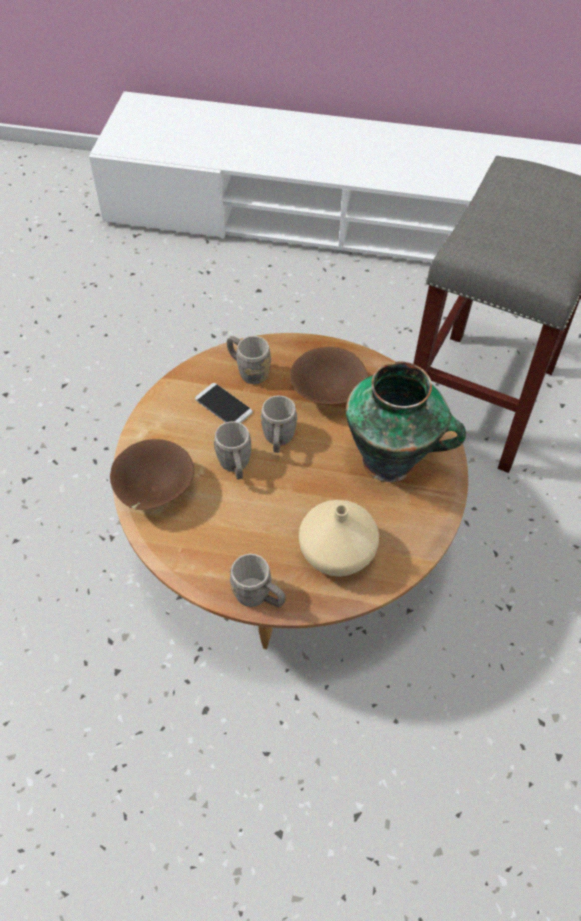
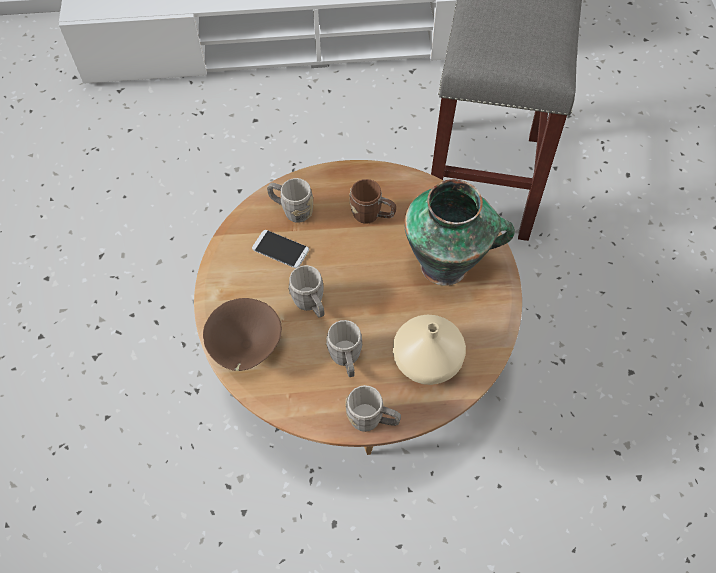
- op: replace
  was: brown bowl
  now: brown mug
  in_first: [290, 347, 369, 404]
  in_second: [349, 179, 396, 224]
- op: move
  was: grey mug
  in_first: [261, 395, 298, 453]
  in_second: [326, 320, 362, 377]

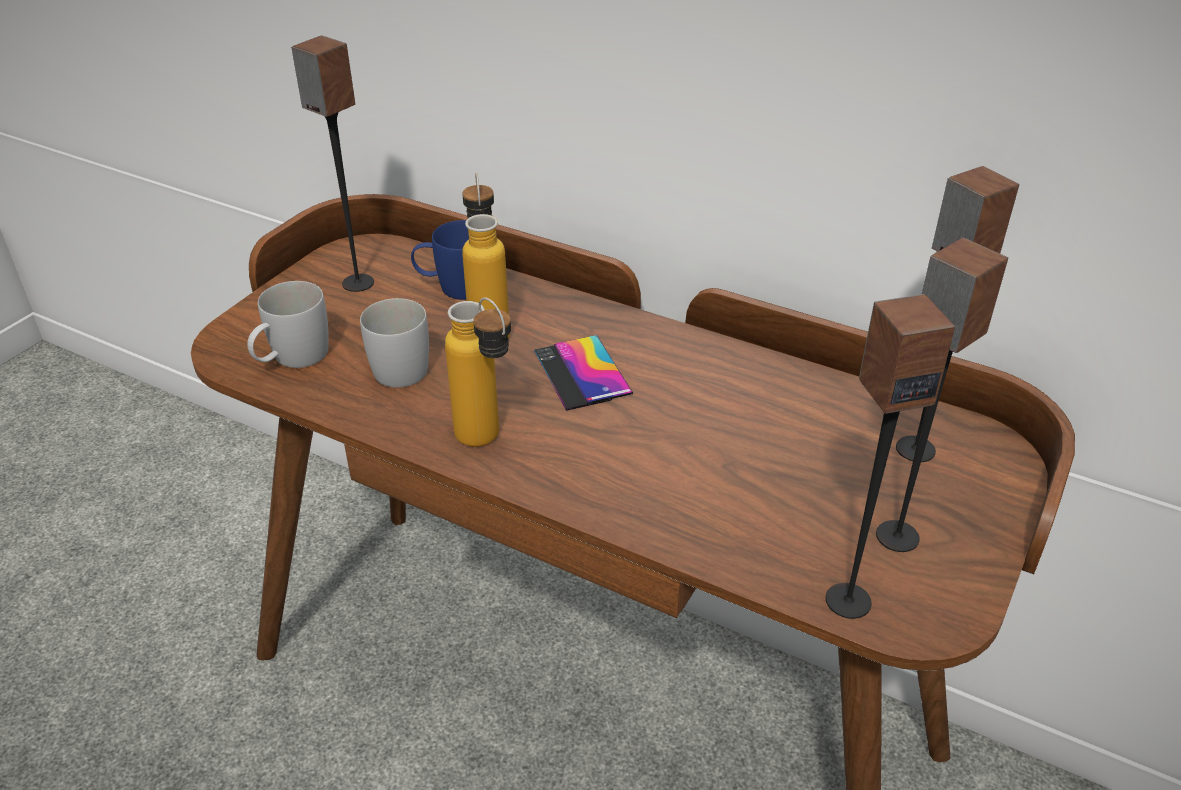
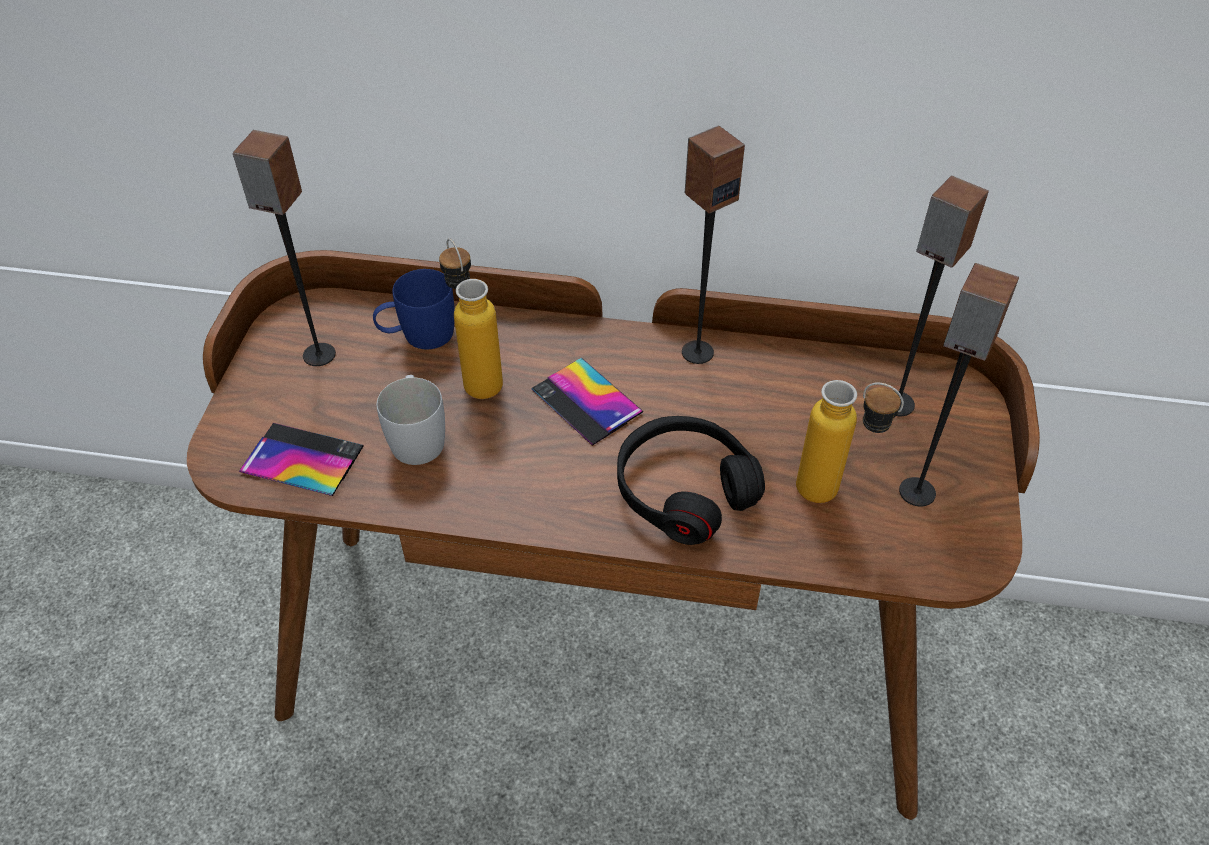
- op: replace
  was: white mug
  now: phone
  in_first: [247, 281, 329, 368]
  in_second: [239, 423, 364, 496]
- op: move
  was: speaker
  in_first: [826, 294, 955, 619]
  in_second: [682, 126, 745, 364]
- op: move
  was: bottle
  in_first: [445, 297, 511, 447]
  in_second: [796, 380, 904, 503]
- op: insert
  now: black headphones
  in_second: [617, 416, 765, 545]

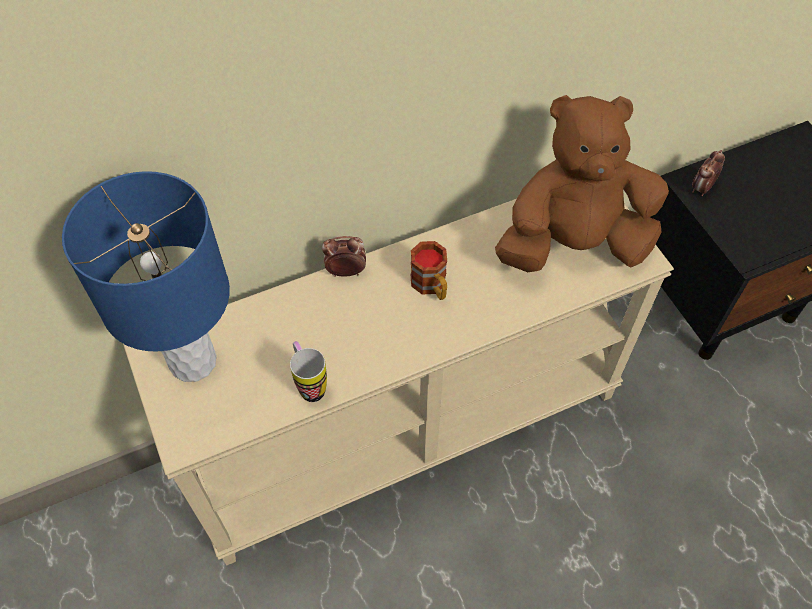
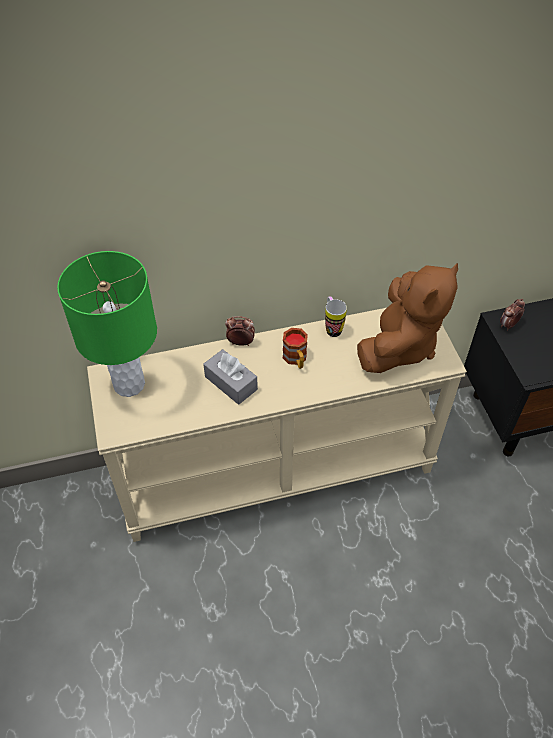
- op: rotate
  was: brown plush toy
  in_first: [495, 95, 669, 272]
  in_second: [357, 263, 458, 373]
  clockwise: 120
- op: recolor
  was: blue table lamp
  now: green table lamp
  in_first: [62, 171, 230, 382]
  in_second: [57, 251, 157, 397]
- op: move
  was: mug
  in_first: [290, 341, 327, 402]
  in_second: [325, 296, 347, 337]
- op: insert
  now: grey tissue box
  in_second: [203, 349, 258, 405]

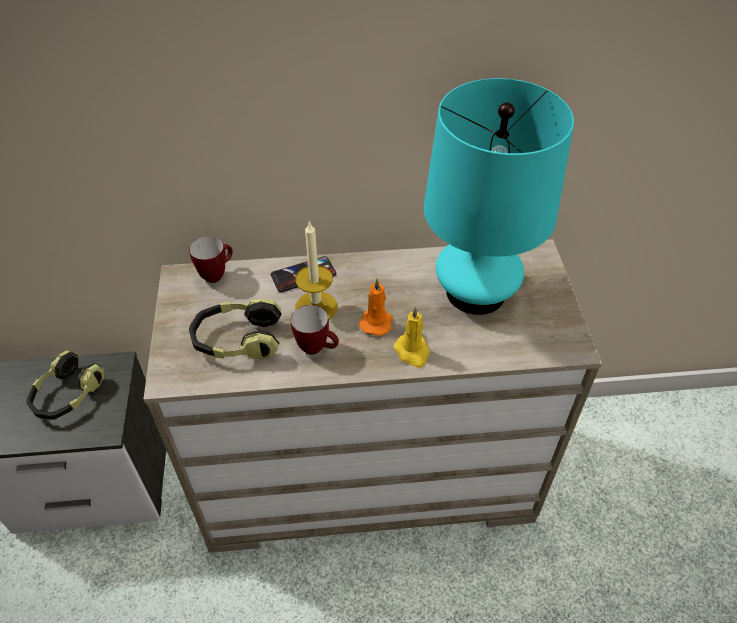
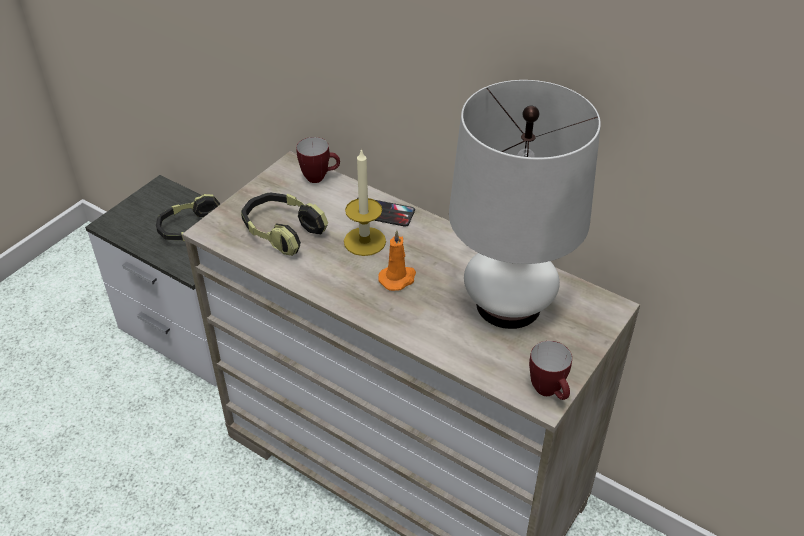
- op: recolor
  was: turquoise table lamp
  now: white table lamp
  in_first: [424, 78, 574, 315]
  in_second: [449, 80, 601, 329]
- op: move
  was: mug
  in_first: [291, 305, 339, 355]
  in_second: [529, 341, 572, 400]
- op: delete
  was: yellow candle
  in_first: [393, 306, 430, 368]

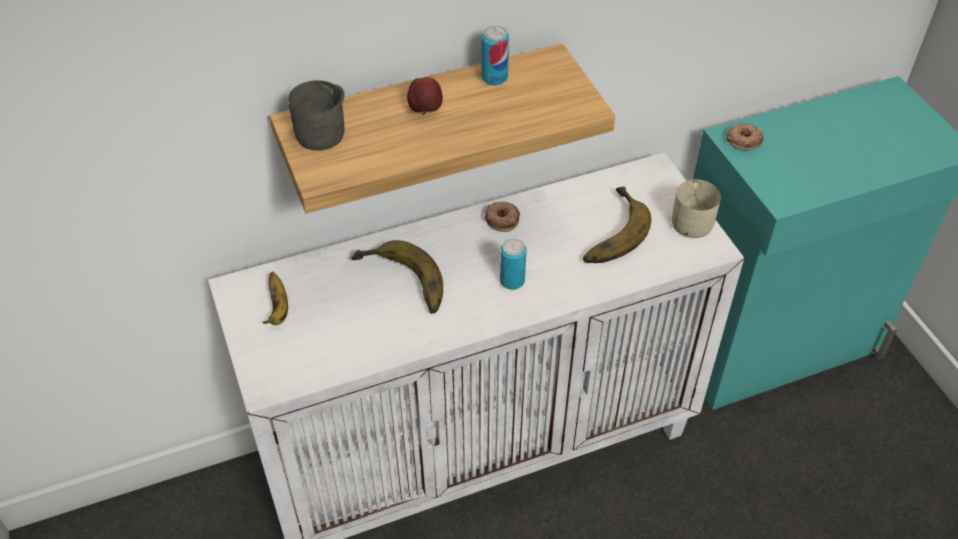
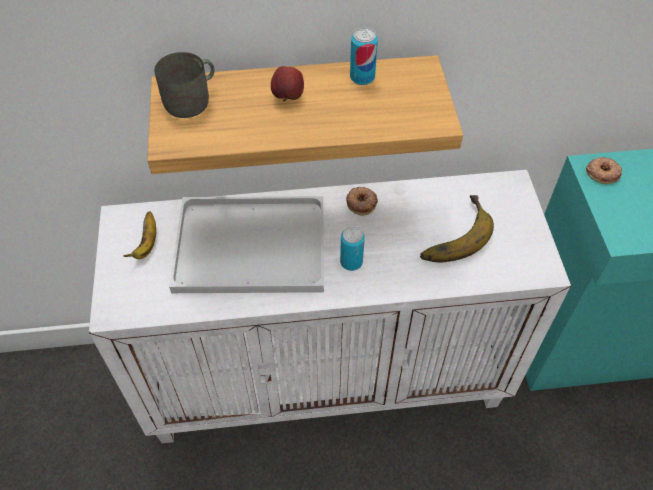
- op: delete
  was: beige mug
  in_first: [672, 179, 721, 238]
- op: replace
  was: banana
  now: white tray
  in_first: [351, 240, 443, 314]
  in_second: [169, 196, 324, 293]

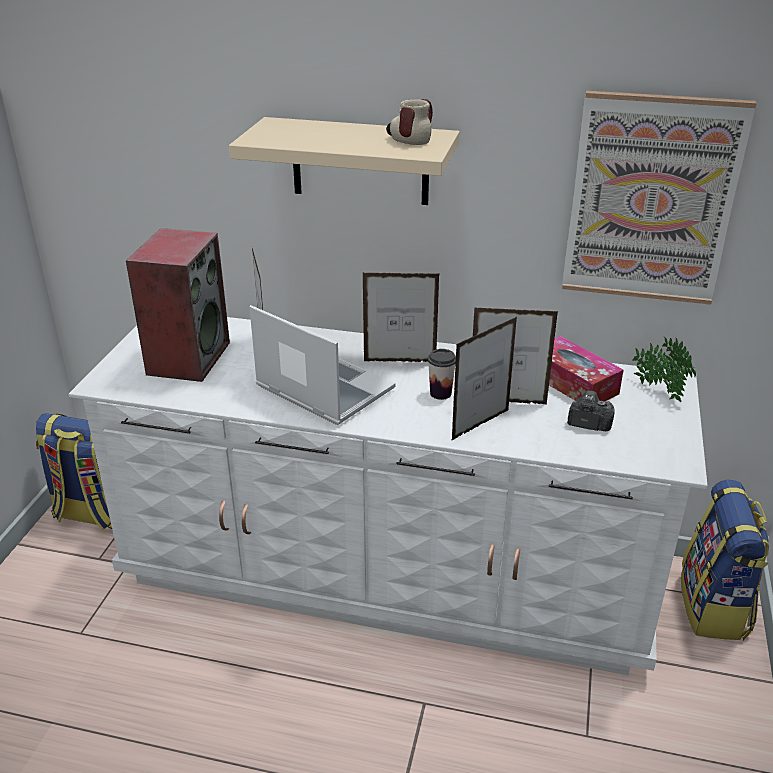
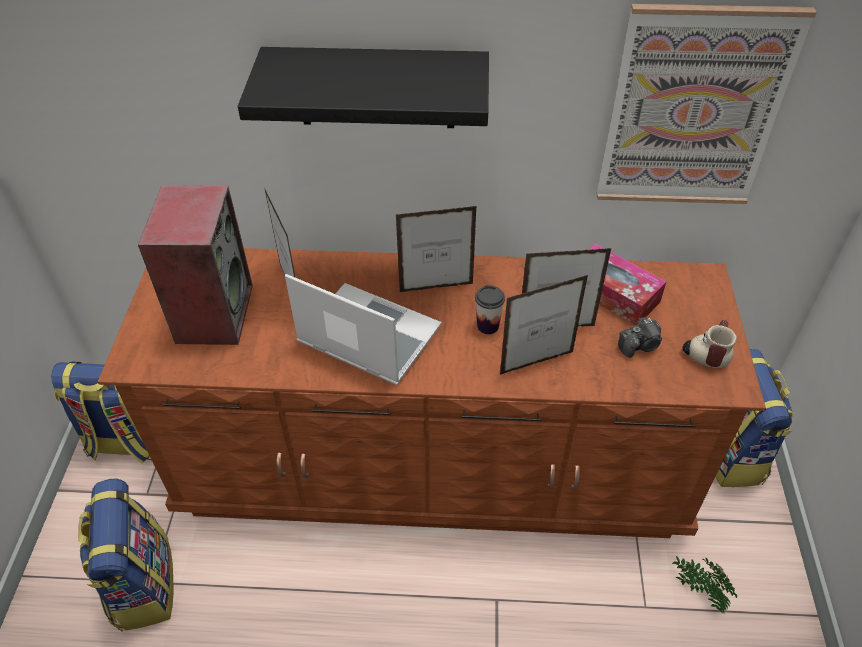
- op: move
  was: mug
  in_first: [386, 99, 433, 145]
  in_second: [683, 320, 737, 368]
- op: recolor
  was: beige shelf
  now: black shelf
  in_first: [229, 117, 460, 205]
  in_second: [238, 47, 489, 128]
- op: recolor
  was: white dresser
  now: brown dresser
  in_first: [68, 317, 708, 676]
  in_second: [98, 248, 766, 538]
- op: rotate
  was: picture frame
  in_first: [451, 317, 517, 441]
  in_second: [500, 275, 588, 375]
  clockwise: -150
- op: move
  was: potted plant
  in_first: [632, 337, 696, 402]
  in_second: [672, 556, 737, 614]
- op: rotate
  was: photo camera
  in_first: [567, 390, 615, 431]
  in_second: [618, 317, 662, 358]
  clockwise: 150
- op: insert
  now: backpack
  in_second: [78, 478, 174, 631]

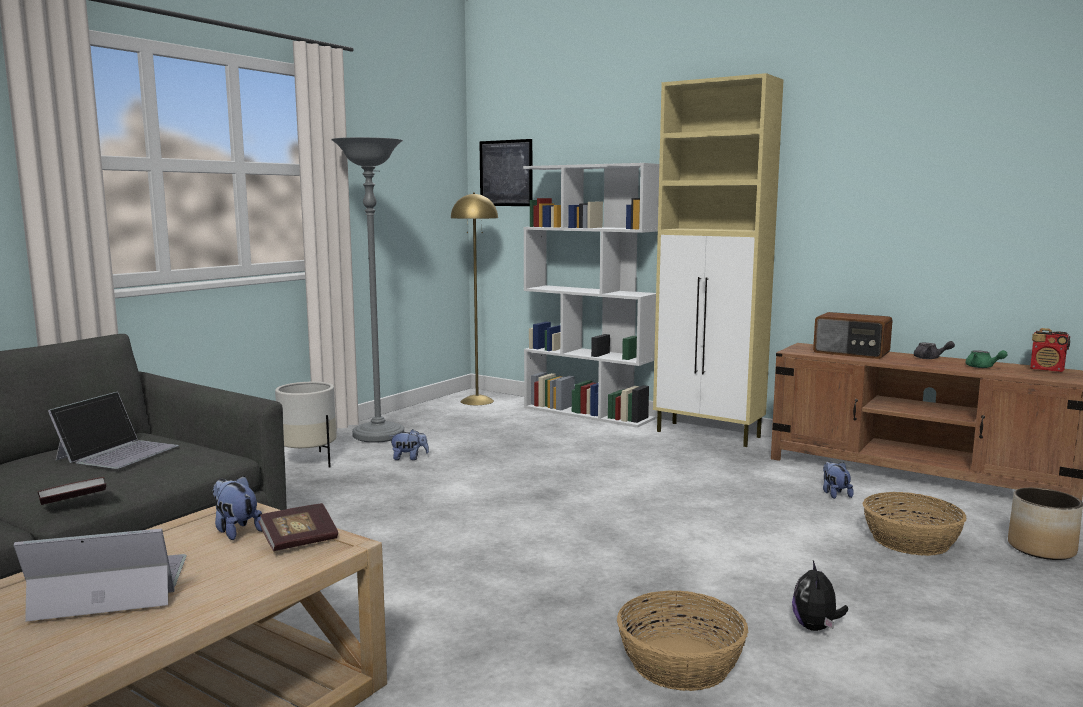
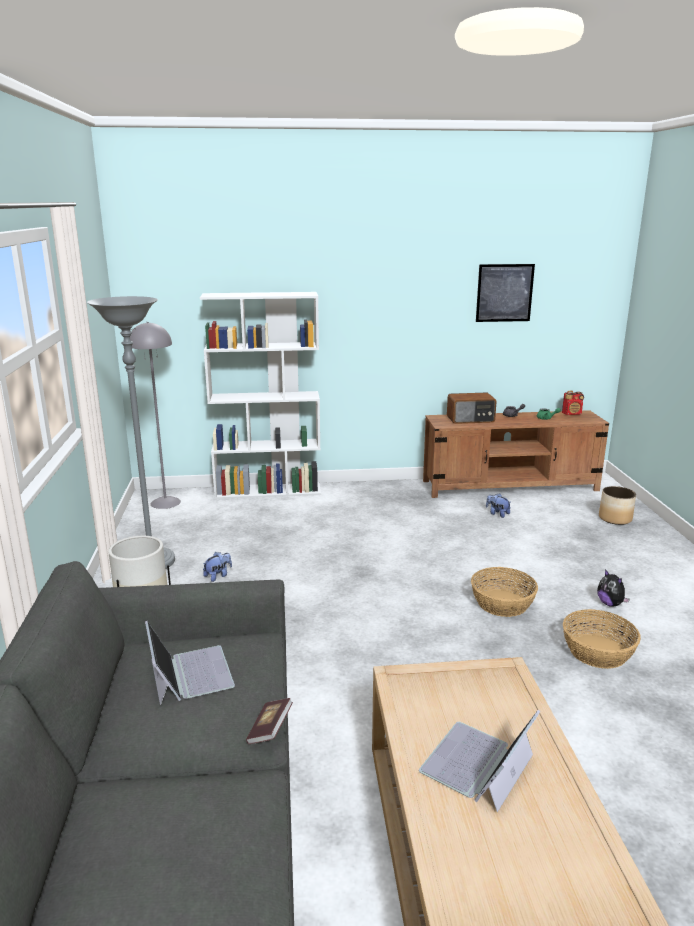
- op: delete
  was: beige cabinet
  in_first: [653, 73, 783, 447]
- op: move
  was: picture
  in_first: [480, 139, 532, 206]
  in_second: [476, 264, 535, 322]
- op: recolor
  was: yellow floor lamp
  now: grey floor lamp
  in_first: [451, 193, 498, 405]
  in_second: [130, 322, 181, 509]
- op: delete
  was: plush toy
  in_first: [212, 476, 262, 540]
- op: move
  was: basket
  in_first: [863, 492, 966, 556]
  in_second: [471, 567, 538, 617]
- op: delete
  was: book
  in_first: [258, 503, 338, 551]

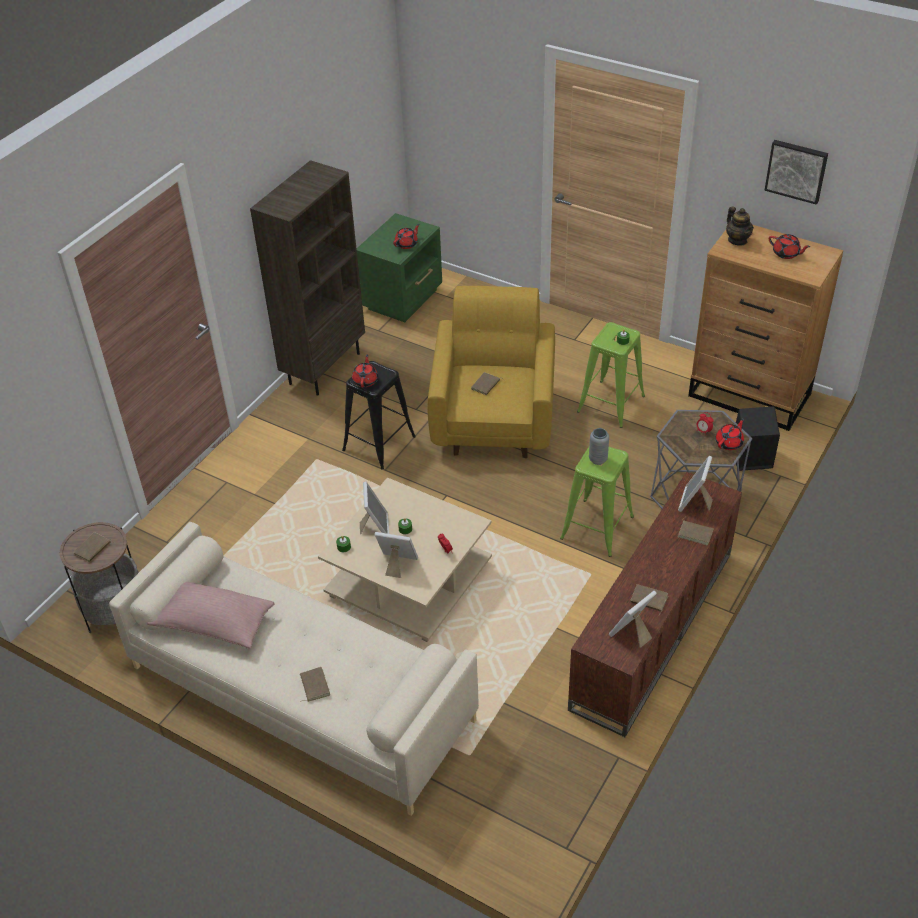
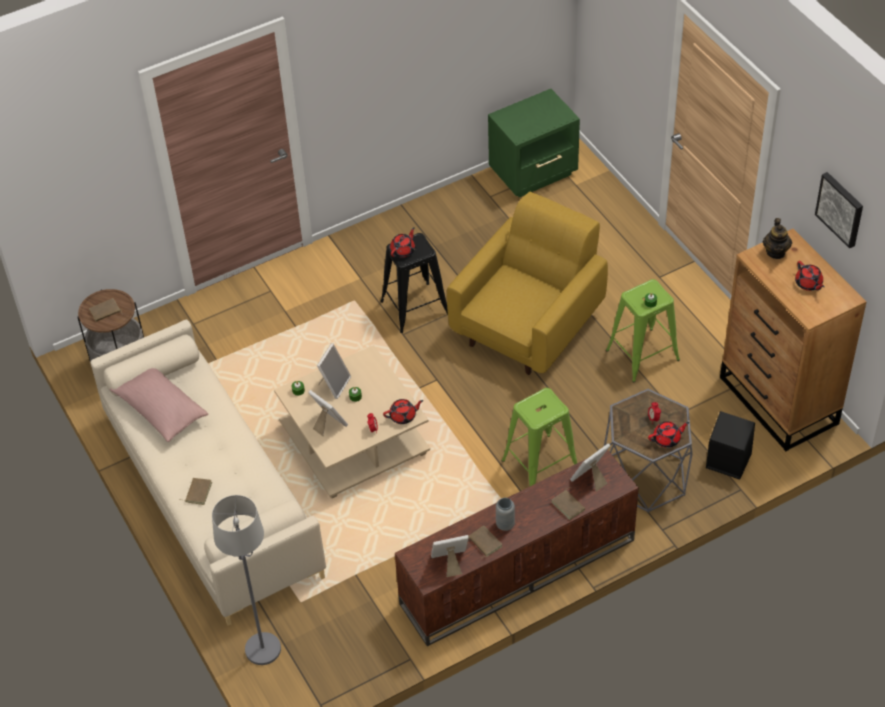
- op: delete
  was: brown bookcase
  in_first: [250, 160, 365, 396]
- op: move
  was: red teapot
  in_first: [393, 224, 419, 249]
  in_second: [383, 399, 424, 424]
- op: delete
  was: brown book
  in_first: [471, 372, 505, 395]
- op: move
  was: grey vase
  in_first: [589, 428, 609, 465]
  in_second: [496, 498, 515, 531]
- op: insert
  now: grey floor lamp
  in_second: [212, 495, 281, 665]

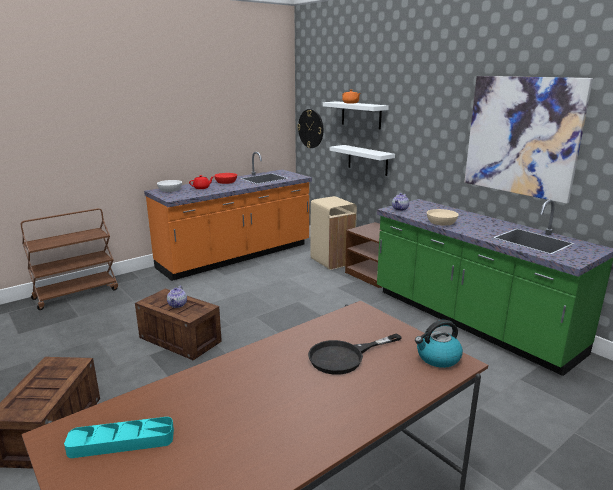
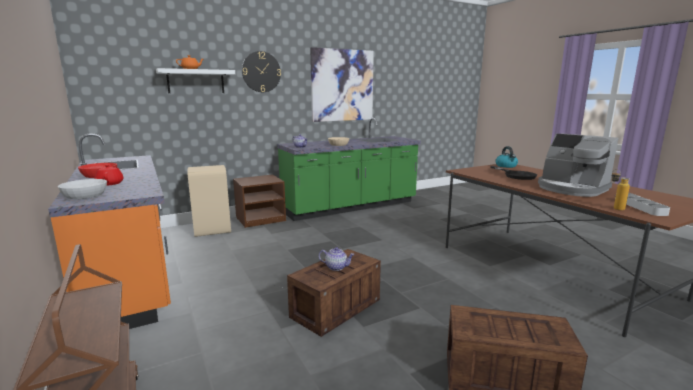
- op: move
  was: wall clock
  in_first: [297, 109, 323, 148]
  in_second: [242, 51, 281, 92]
- op: delete
  was: white shelf
  in_first: [330, 145, 395, 176]
- op: recolor
  was: turquoise tray
  now: grey tray
  in_first: [64, 417, 174, 458]
  in_second: [615, 193, 670, 216]
- op: insert
  now: coffee machine
  in_second: [538, 133, 618, 197]
- op: insert
  now: bottle
  in_second: [612, 170, 630, 211]

